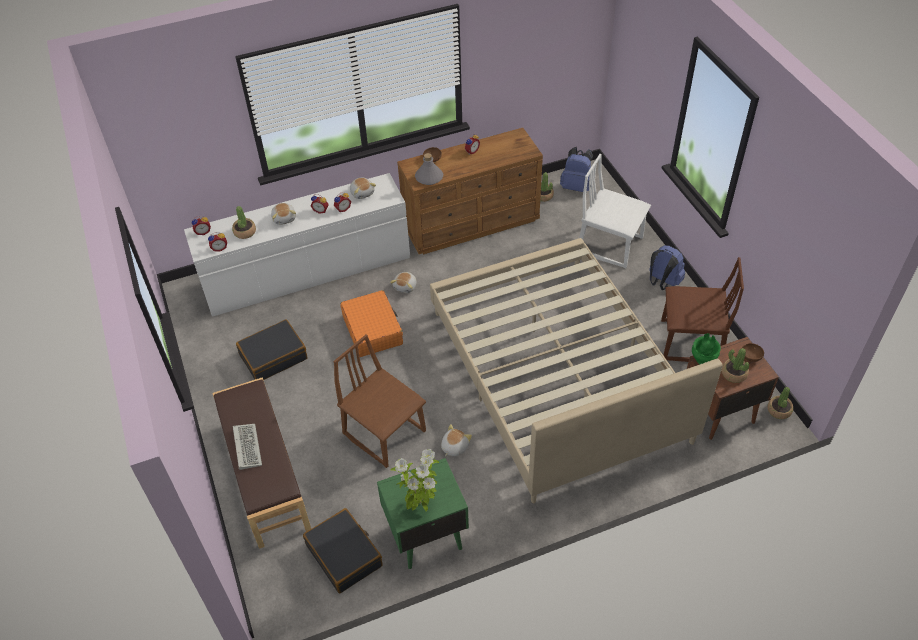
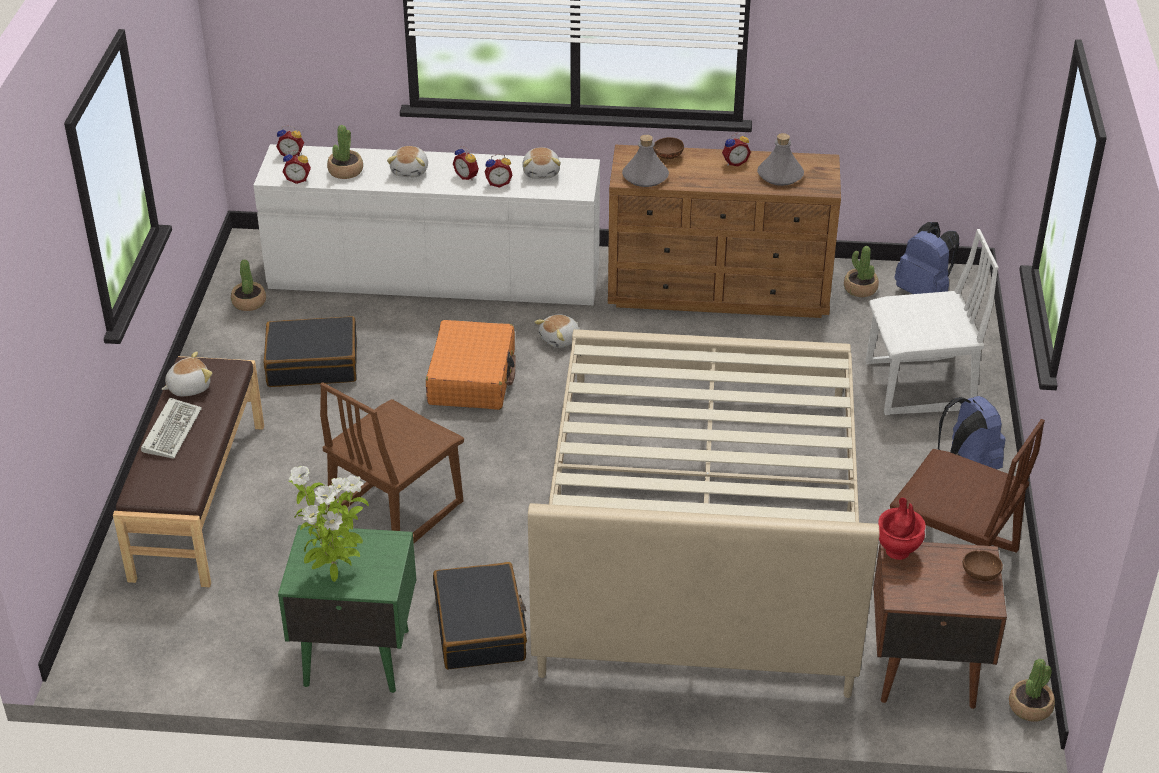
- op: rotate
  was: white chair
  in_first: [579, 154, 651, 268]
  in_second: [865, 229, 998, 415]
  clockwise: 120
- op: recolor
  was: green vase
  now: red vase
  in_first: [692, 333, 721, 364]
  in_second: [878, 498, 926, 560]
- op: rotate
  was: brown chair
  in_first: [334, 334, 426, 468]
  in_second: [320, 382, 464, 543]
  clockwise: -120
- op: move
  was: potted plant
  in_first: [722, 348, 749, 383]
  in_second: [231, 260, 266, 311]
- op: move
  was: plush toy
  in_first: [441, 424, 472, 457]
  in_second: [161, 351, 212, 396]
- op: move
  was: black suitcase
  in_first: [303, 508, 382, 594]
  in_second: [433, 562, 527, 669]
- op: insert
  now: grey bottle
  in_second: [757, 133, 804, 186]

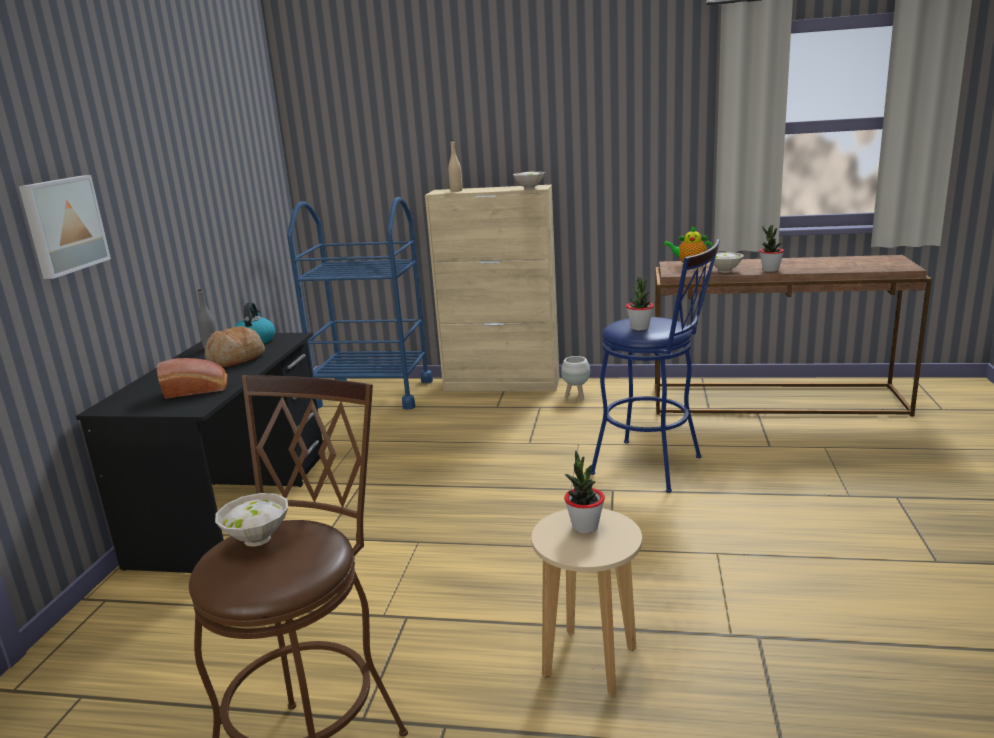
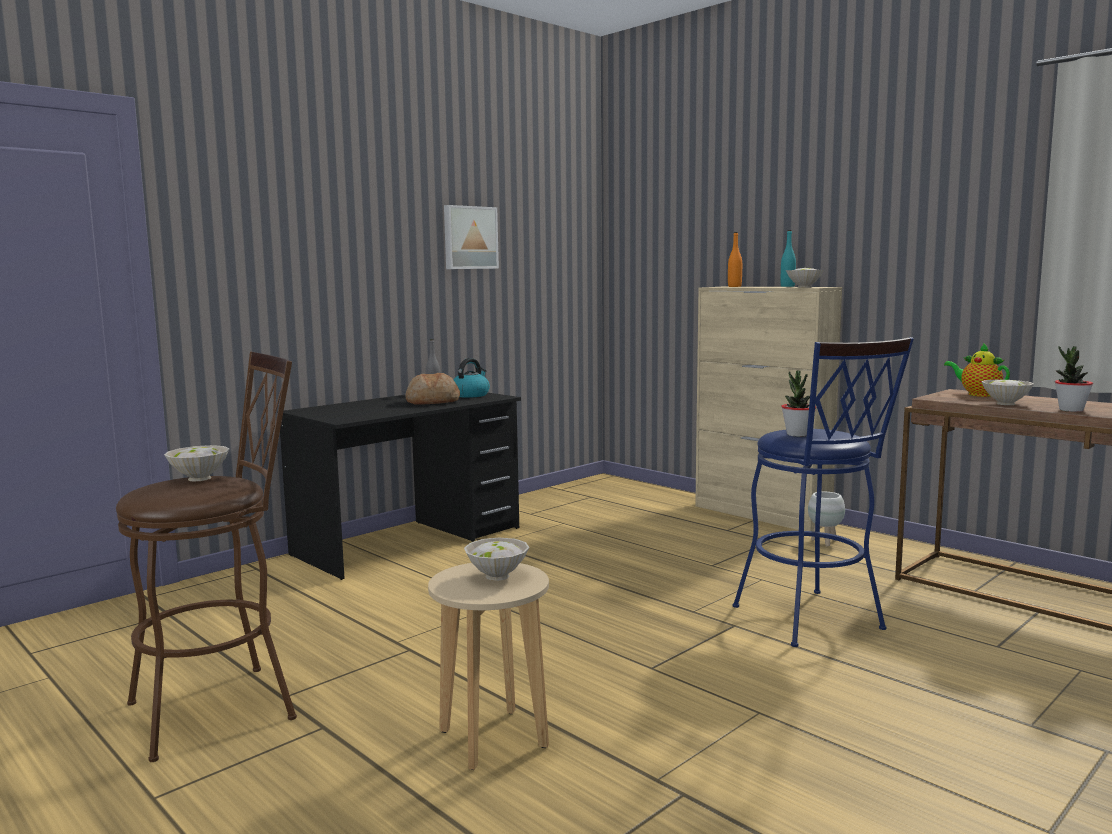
- op: recolor
  was: beige bottle
  now: orange bottle
  in_first: [448, 140, 462, 192]
  in_second: [728, 232, 742, 287]
- op: move
  was: picture
  in_first: [19, 175, 111, 279]
  in_second: [444, 205, 499, 269]
- op: delete
  was: blue cart
  in_first: [287, 197, 433, 410]
- op: delete
  was: bread
  in_first: [157, 358, 228, 399]
- op: replace
  was: potted plant
  now: white bowl
  in_first: [564, 451, 605, 534]
  in_second: [464, 538, 530, 581]
- op: insert
  now: turquoise bottle
  in_second: [781, 230, 796, 287]

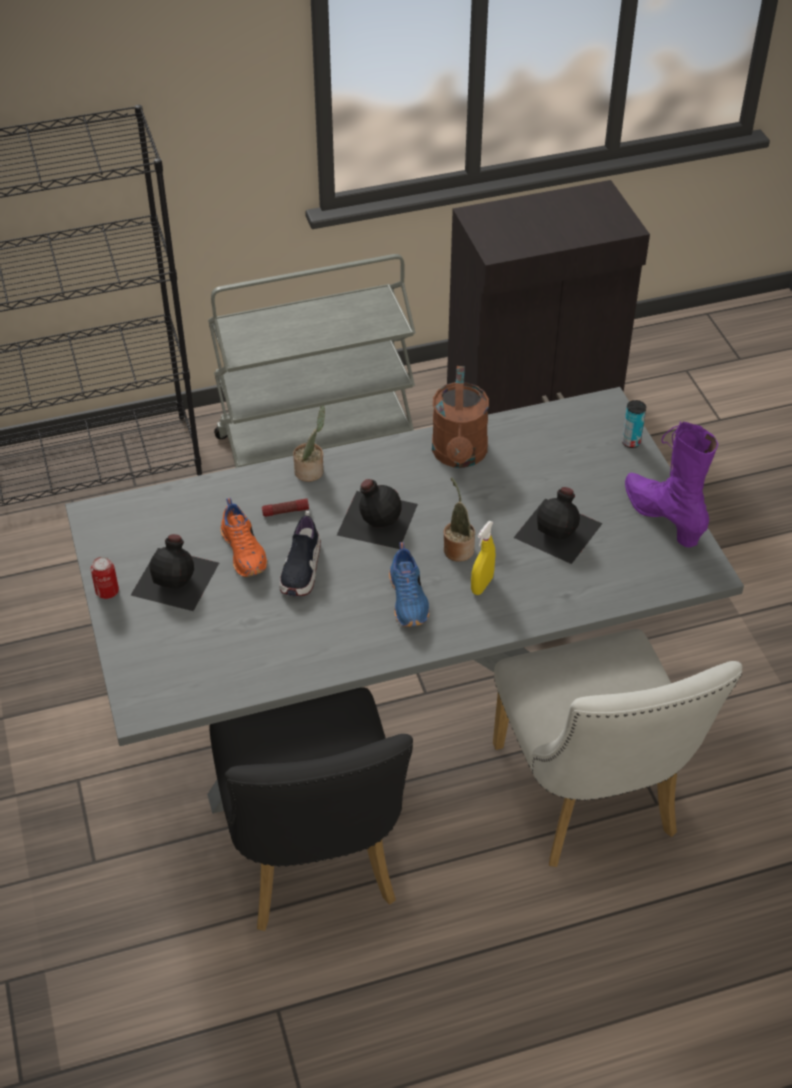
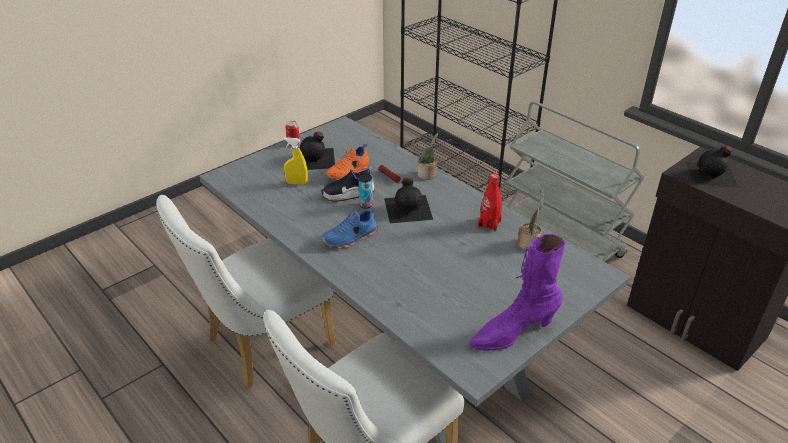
- op: replace
  was: brown watering can
  now: red bottle
  in_first: [432, 366, 489, 468]
  in_second: [478, 173, 502, 231]
- op: move
  was: can
  in_first: [622, 400, 646, 448]
  in_second: [359, 174, 373, 209]
- op: rotate
  was: purple boot
  in_first: [625, 421, 718, 547]
  in_second: [469, 234, 565, 351]
  clockwise: -150
- op: move
  was: potted plant
  in_first: [444, 477, 475, 562]
  in_second: [518, 189, 544, 251]
- op: move
  was: black bottle
  in_first: [514, 487, 602, 564]
  in_second: [686, 145, 739, 188]
- op: move
  was: yellow spray bottle
  in_first: [471, 521, 496, 595]
  in_second: [284, 137, 308, 185]
- op: recolor
  was: black chair
  now: white chair
  in_first: [209, 687, 413, 931]
  in_second: [156, 195, 335, 388]

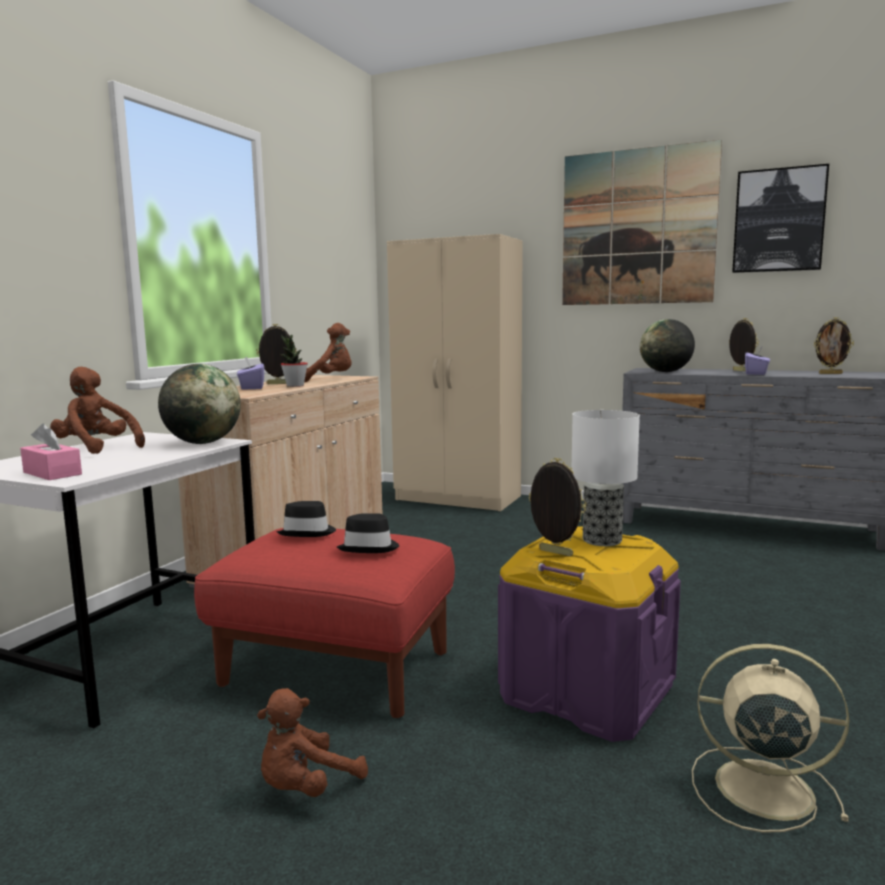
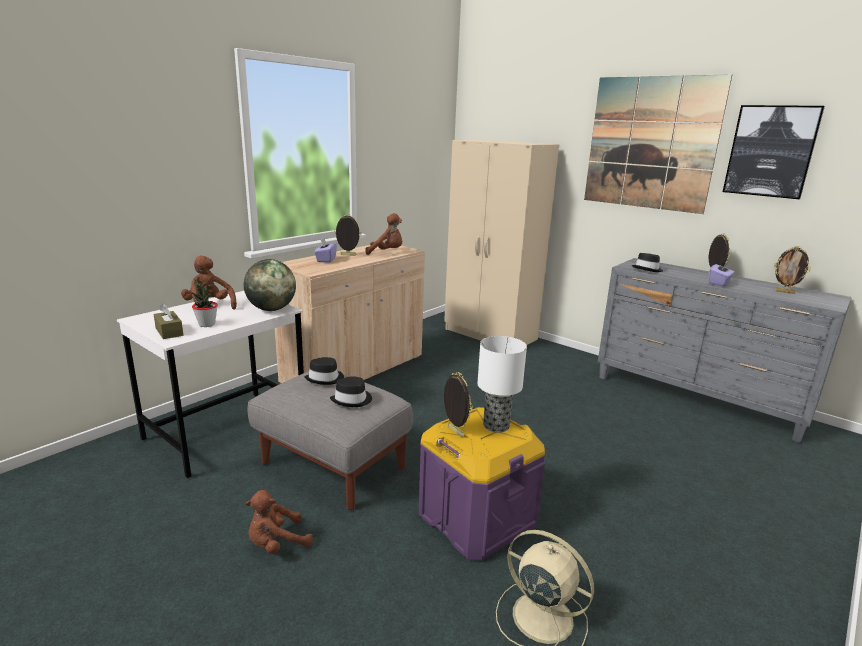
- op: replace
  was: globe
  now: black hat
  in_first: [640, 319, 695, 372]
  in_second: [632, 253, 663, 272]
- op: move
  was: potted plant
  in_first: [280, 335, 308, 387]
  in_second: [191, 278, 218, 327]
- op: recolor
  was: pink tissue box
  now: brown tissue box
  in_first: [20, 423, 82, 480]
  in_second: [154, 303, 183, 339]
- op: recolor
  was: red ottoman
  now: grey ottoman
  in_first: [194, 528, 455, 718]
  in_second: [248, 371, 413, 510]

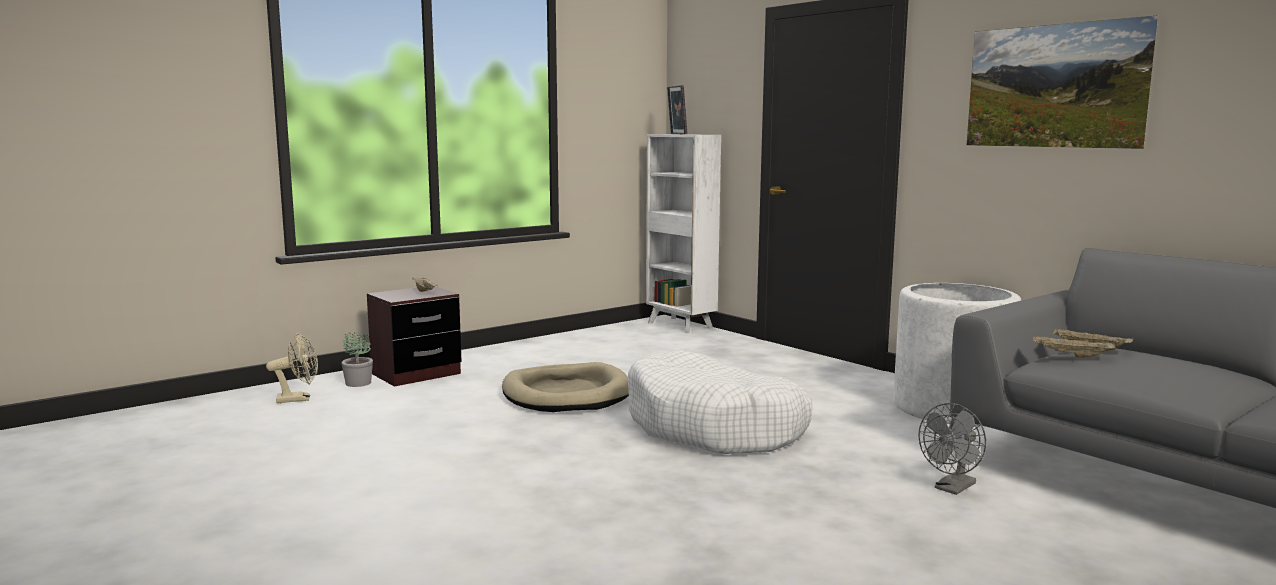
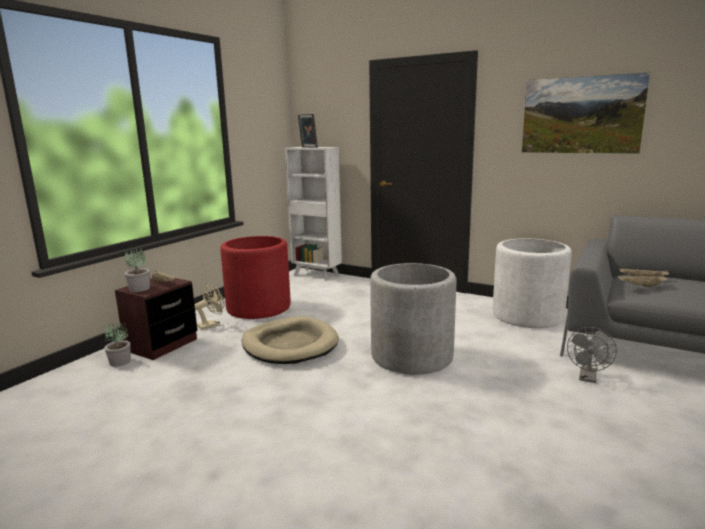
- op: move
  was: beige fan
  in_first: [266, 333, 318, 403]
  in_second: [194, 284, 224, 330]
- op: replace
  was: white dog bed
  now: grey planter
  in_first: [628, 350, 812, 454]
  in_second: [370, 263, 457, 375]
- op: insert
  now: red planter
  in_second: [220, 236, 291, 319]
- op: insert
  now: potted plant
  in_second: [124, 248, 150, 292]

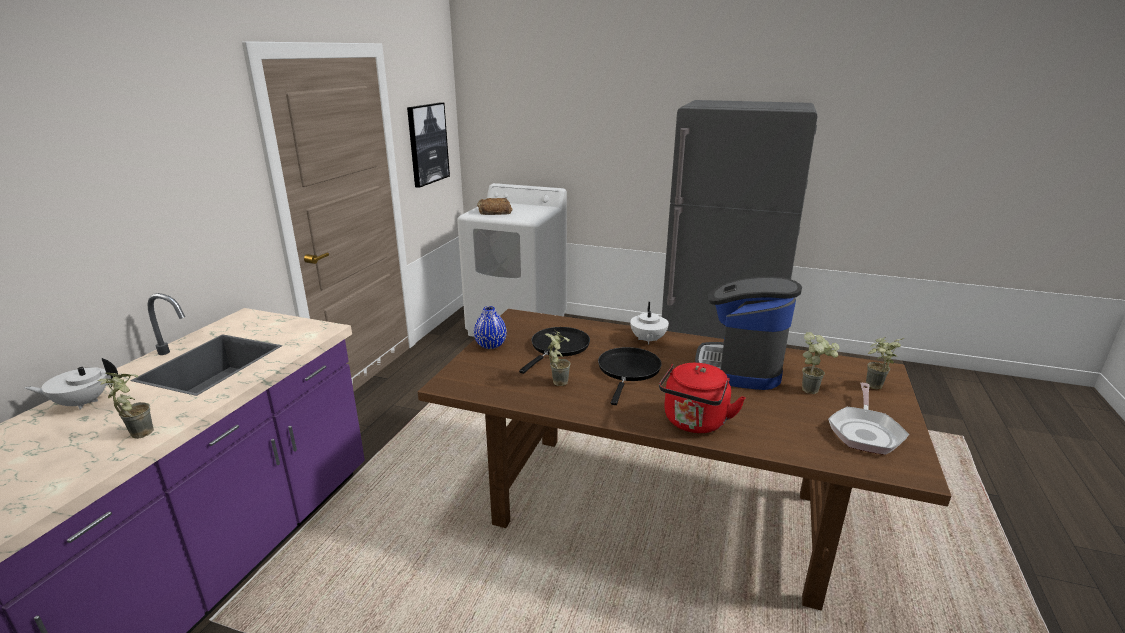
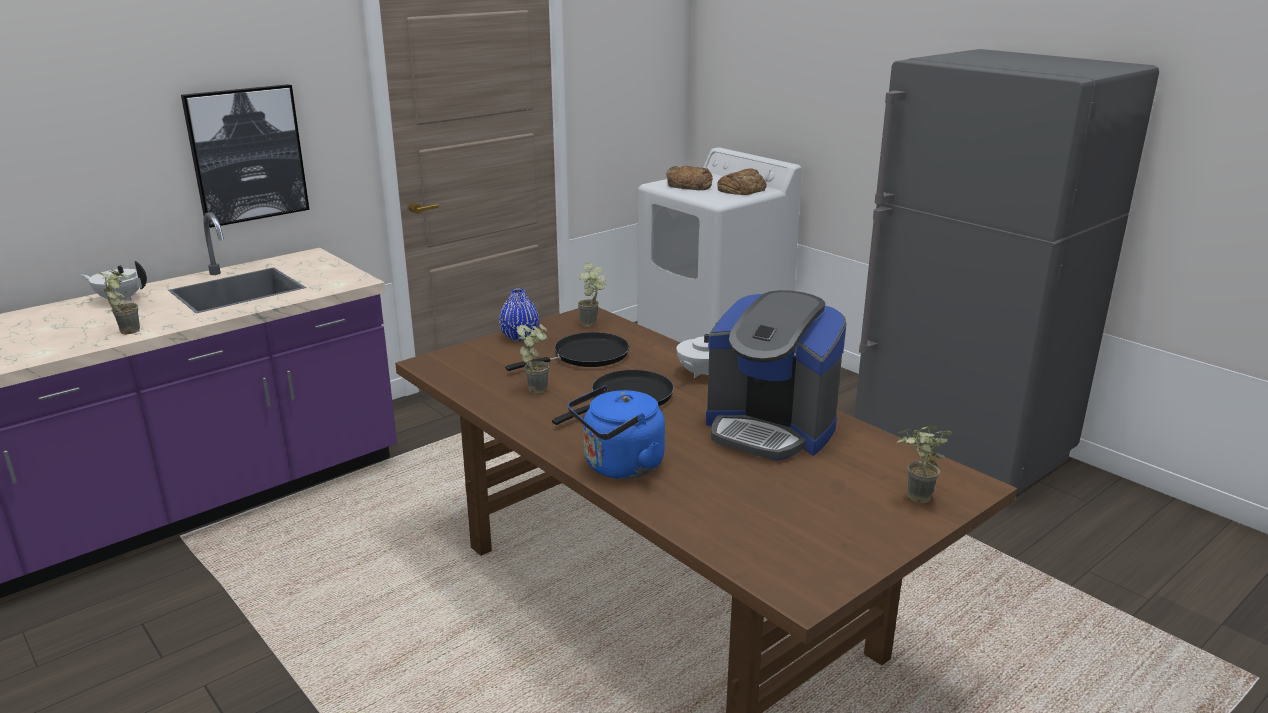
- op: move
  was: picture
  in_first: [407, 102, 450, 188]
  in_second: [181, 84, 309, 228]
- op: rotate
  was: coffee machine
  in_first: [695, 277, 802, 390]
  in_second: [706, 290, 846, 461]
  clockwise: -105
- op: move
  was: potted plant
  in_first: [802, 332, 839, 394]
  in_second: [577, 262, 606, 327]
- op: recolor
  was: red kettle
  now: blue kettle
  in_first: [659, 363, 746, 433]
  in_second: [568, 385, 665, 479]
- op: delete
  was: frying pan
  in_first: [828, 383, 909, 455]
- op: insert
  now: bread
  in_second: [718, 168, 767, 195]

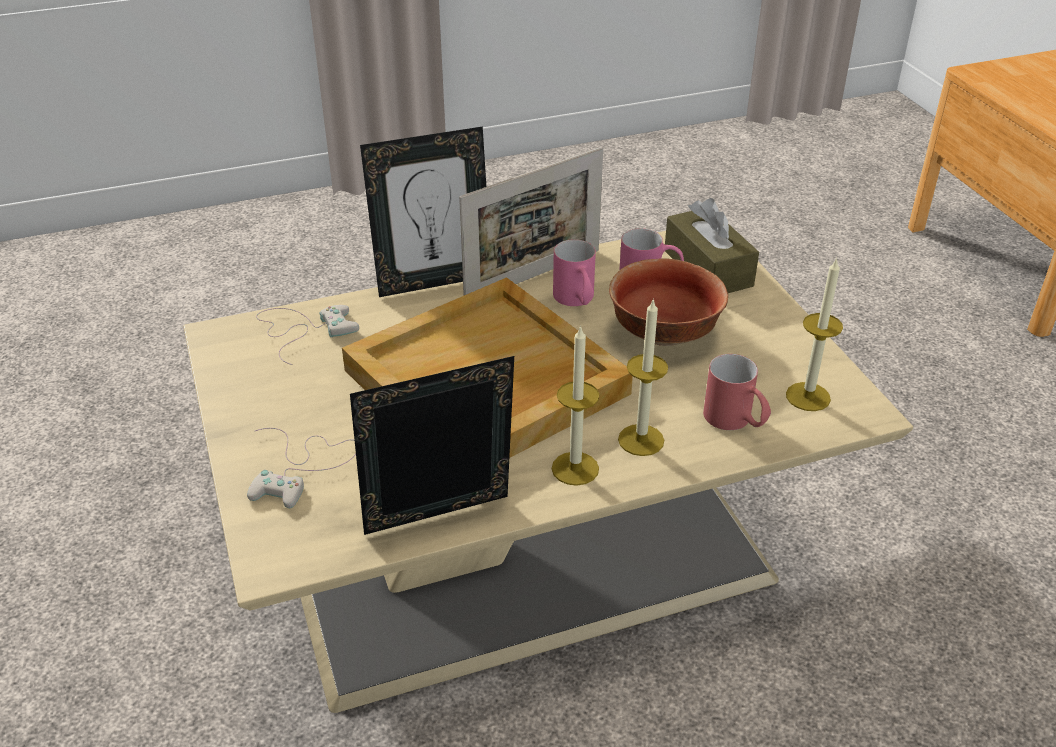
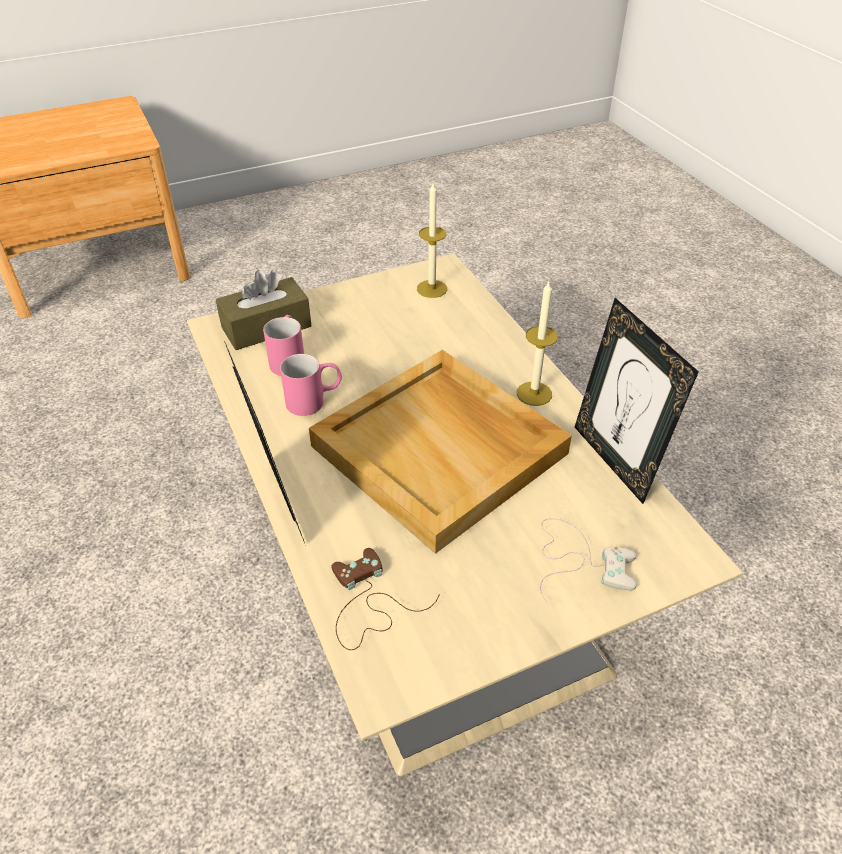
- op: delete
  was: picture frame
  in_first: [459, 147, 603, 295]
- op: delete
  was: bowl
  in_first: [609, 258, 728, 346]
- op: delete
  was: candle
  in_first: [618, 298, 668, 456]
- op: recolor
  was: white game controller
  now: brown game controller
  in_first: [256, 305, 359, 365]
  in_second: [332, 548, 440, 650]
- op: delete
  was: red mug
  in_first: [703, 354, 771, 430]

